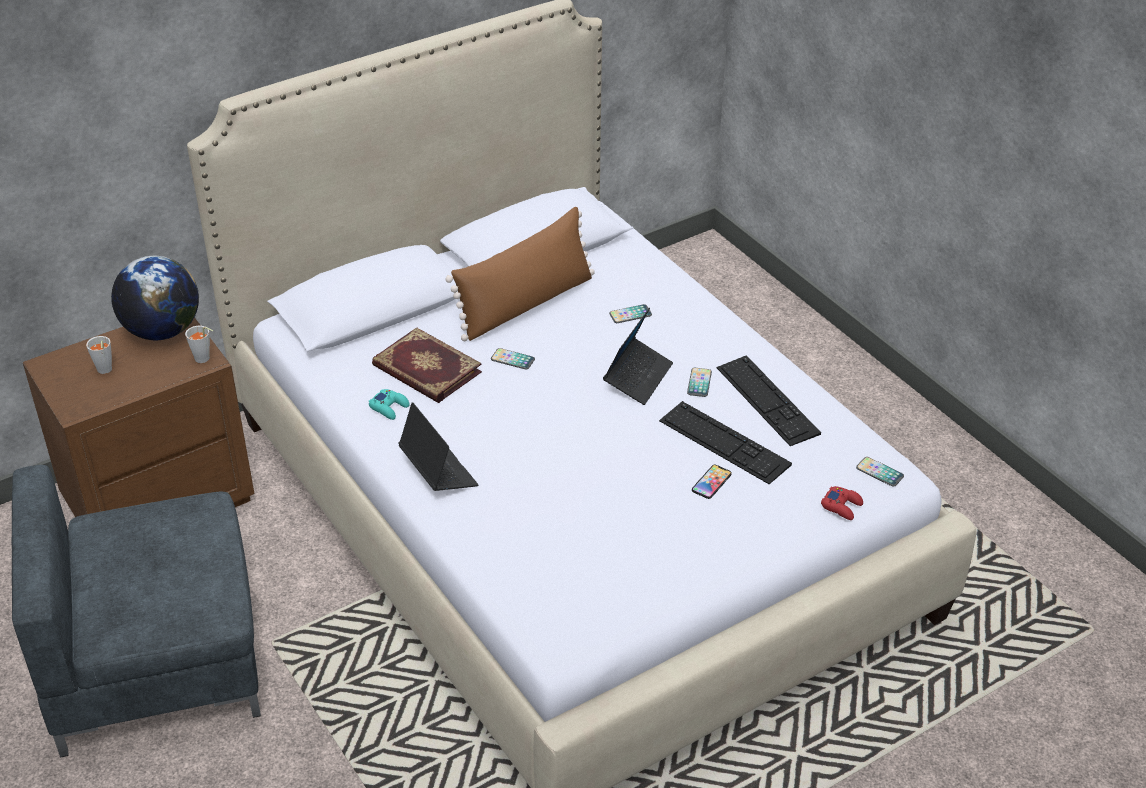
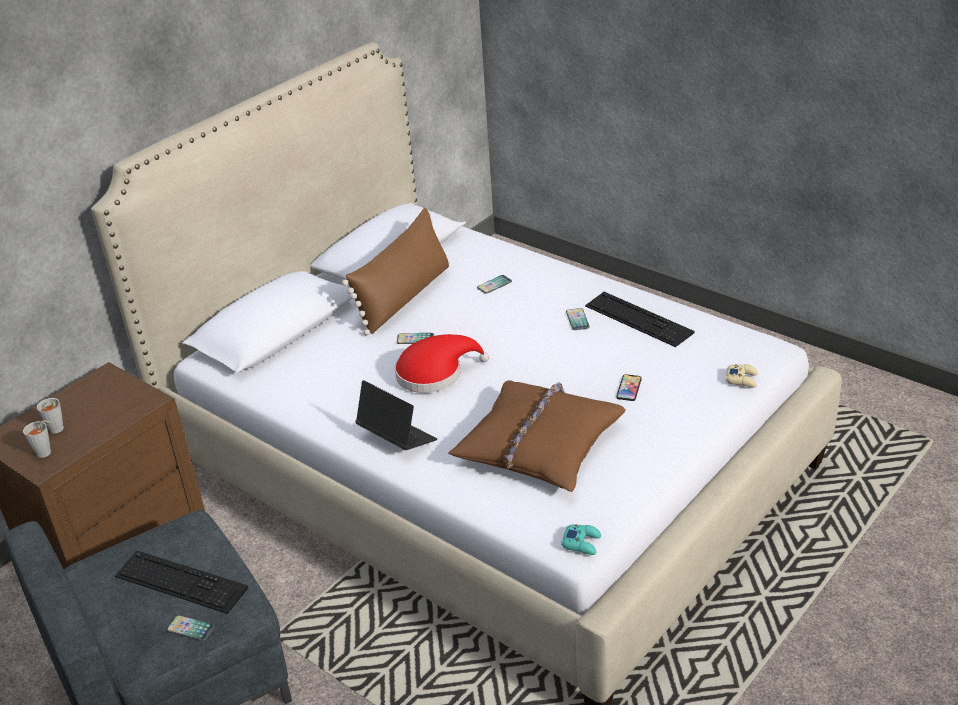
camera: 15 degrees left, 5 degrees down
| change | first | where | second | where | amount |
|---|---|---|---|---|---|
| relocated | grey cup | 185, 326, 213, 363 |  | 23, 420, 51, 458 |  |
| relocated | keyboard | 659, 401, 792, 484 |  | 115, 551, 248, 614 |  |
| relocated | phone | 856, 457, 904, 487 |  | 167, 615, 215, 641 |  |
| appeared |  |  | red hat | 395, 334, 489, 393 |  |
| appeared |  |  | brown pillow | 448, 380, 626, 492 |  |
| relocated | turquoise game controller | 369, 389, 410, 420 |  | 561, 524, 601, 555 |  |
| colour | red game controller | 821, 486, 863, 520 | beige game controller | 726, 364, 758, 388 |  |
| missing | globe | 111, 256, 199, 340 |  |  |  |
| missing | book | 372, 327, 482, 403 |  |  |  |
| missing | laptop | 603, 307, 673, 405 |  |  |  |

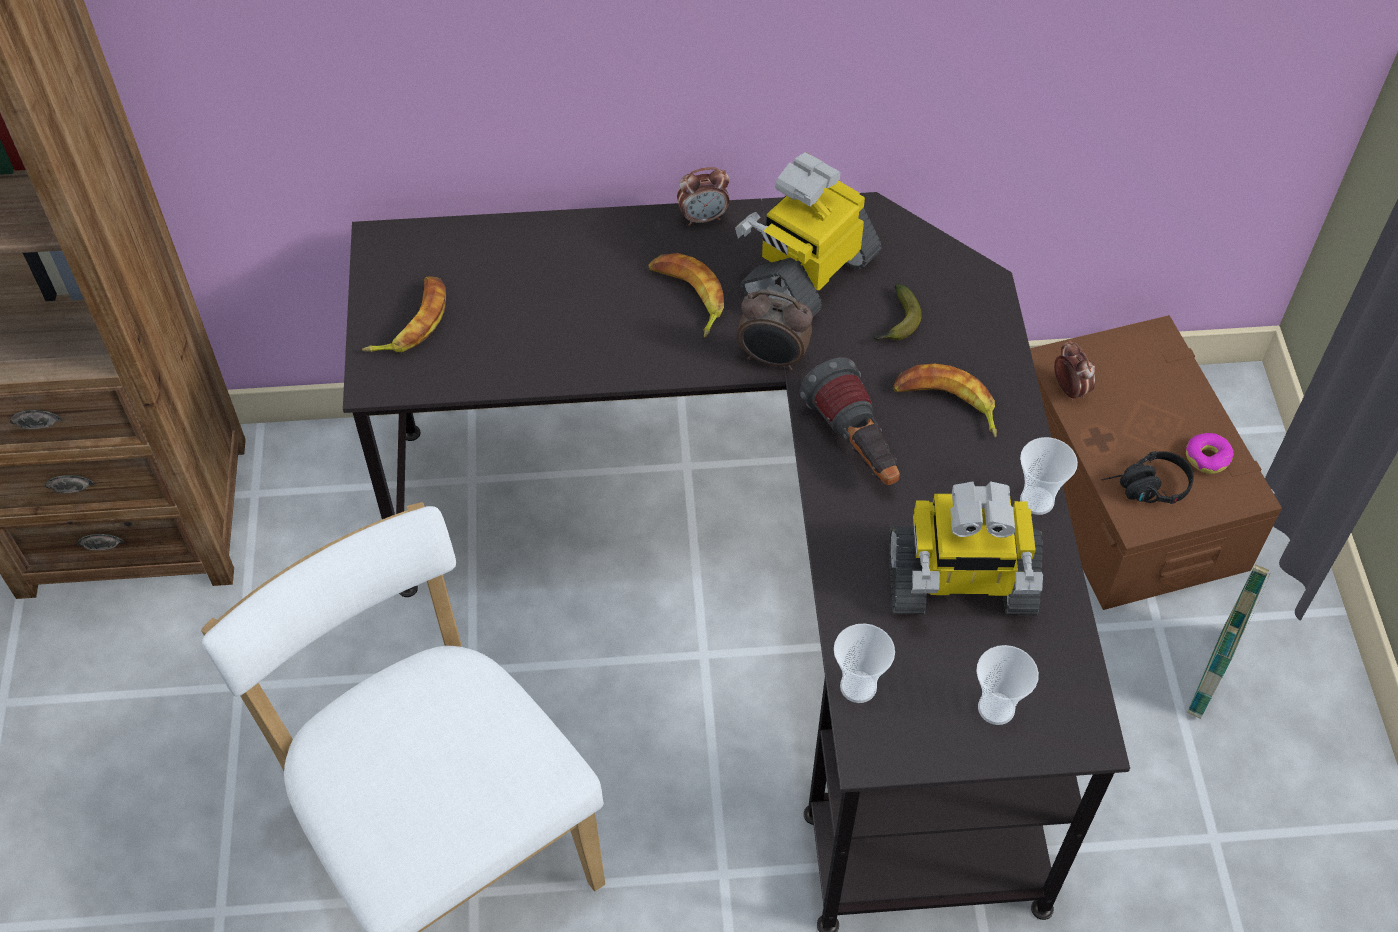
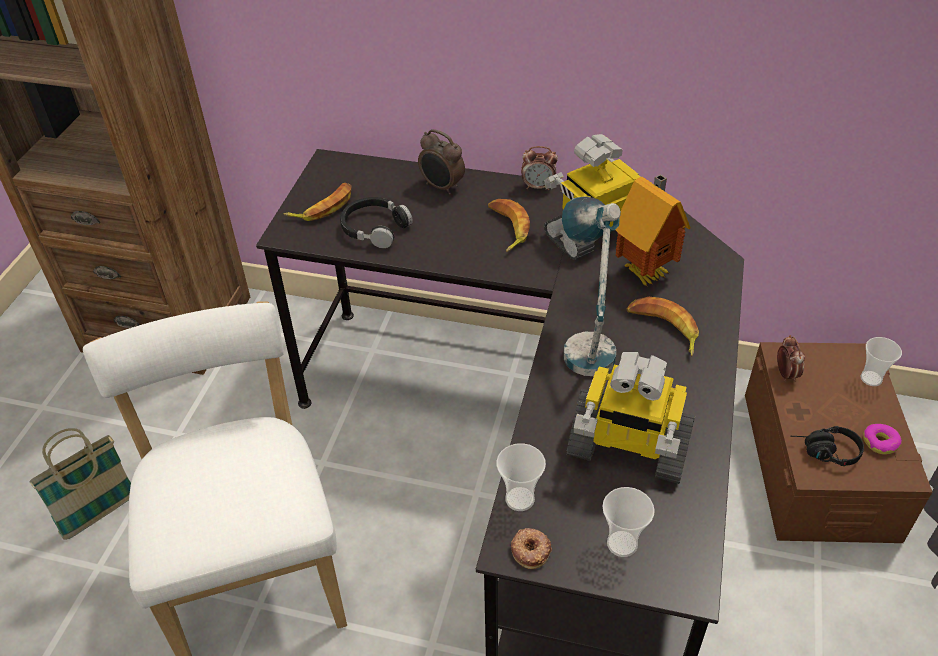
camera: 20 degrees right, 10 degrees down
| change | first | where | second | where | amount |
|---|---|---|---|---|---|
| relocated | basket | 1187, 564, 1271, 719 |  | 29, 428, 131, 540 |  |
| appeared |  |  | black headphones | 340, 197, 413, 248 |  |
| relocated | alarm clock | 737, 289, 813, 371 |  | 418, 129, 465, 195 |  |
| appeared |  |  | donut | 511, 528, 552, 569 |  |
| exchanged | flashlight | 799, 357, 900, 485 | table lamp | 562, 196, 621, 376 |  |
| exchanged | banana | 873, 284, 922, 342 | toy house | 615, 174, 691, 287 |  |
| relocated | cup | 1020, 437, 1078, 515 |  | 861, 337, 902, 386 |  |

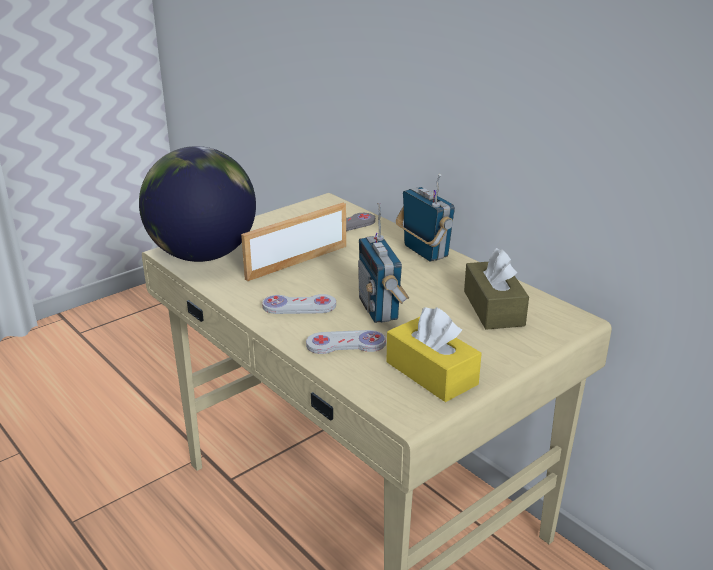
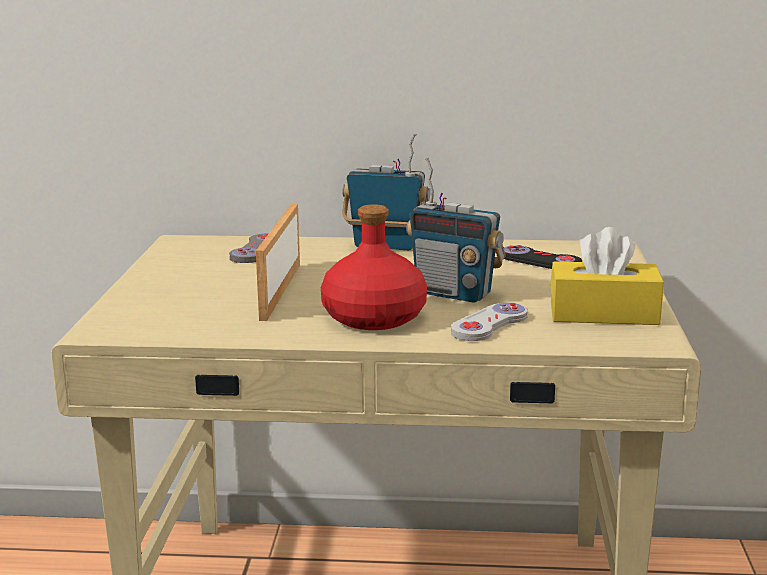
camera: 45 degrees left, 10 degrees down
| change | first | where | second | where | amount |
|---|---|---|---|---|---|
| exchanged | white game controller | 262, 294, 336, 314 | red bottle | 321, 204, 427, 330 |  |
| exchanged | brown tissue box | 464, 248, 529, 330 | black game controller | 504, 245, 582, 269 |  |
| missing | globe | 139, 146, 256, 262 |  |  |  |

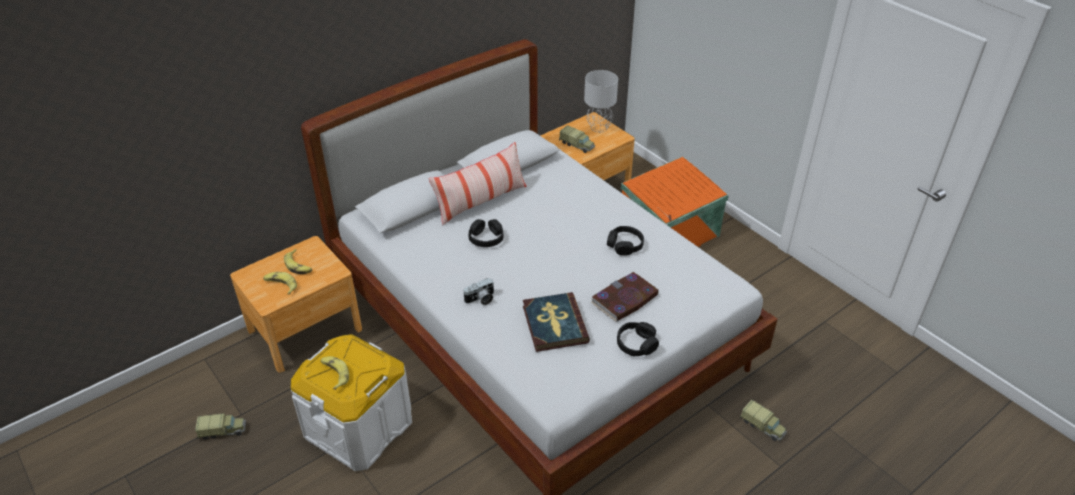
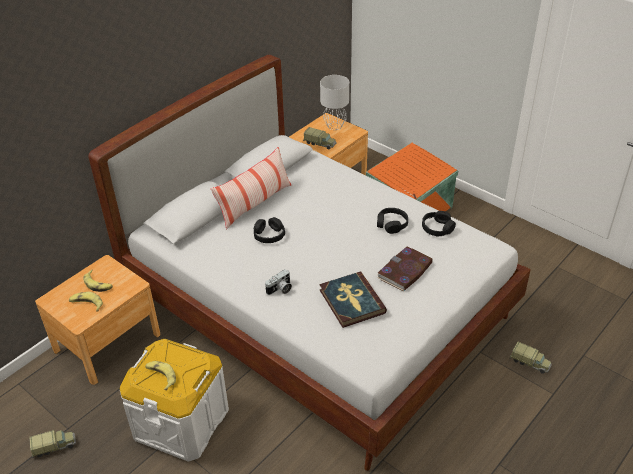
camera: 10 degrees left, 0 degrees up
| change | first | where | second | where | amount |
|---|---|---|---|---|---|
| relocated | black headphones | 617, 322, 659, 356 |  | 422, 211, 456, 237 |  |

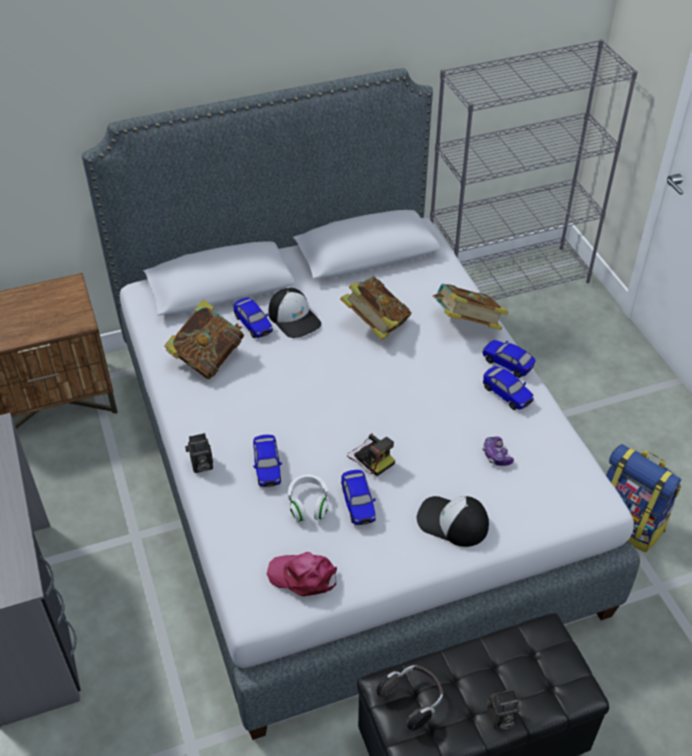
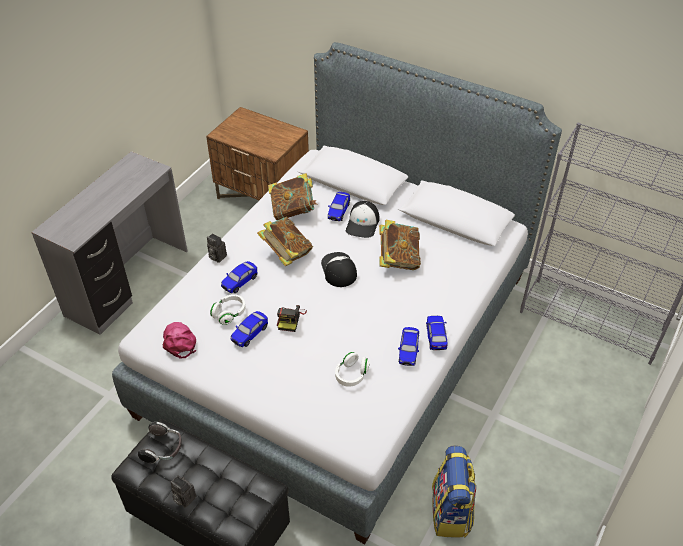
camera: 50 degrees right, 0 degrees up
| change | first | where | second | where | amount |
|---|---|---|---|---|---|
| relocated | book | 433, 284, 508, 330 |  | 257, 217, 313, 266 |  |
| relocated | cap | 417, 496, 489, 547 |  | 321, 252, 357, 287 |  |
| exchanged | game controller | 483, 436, 514, 466 | white headphones | 335, 352, 370, 387 |  |

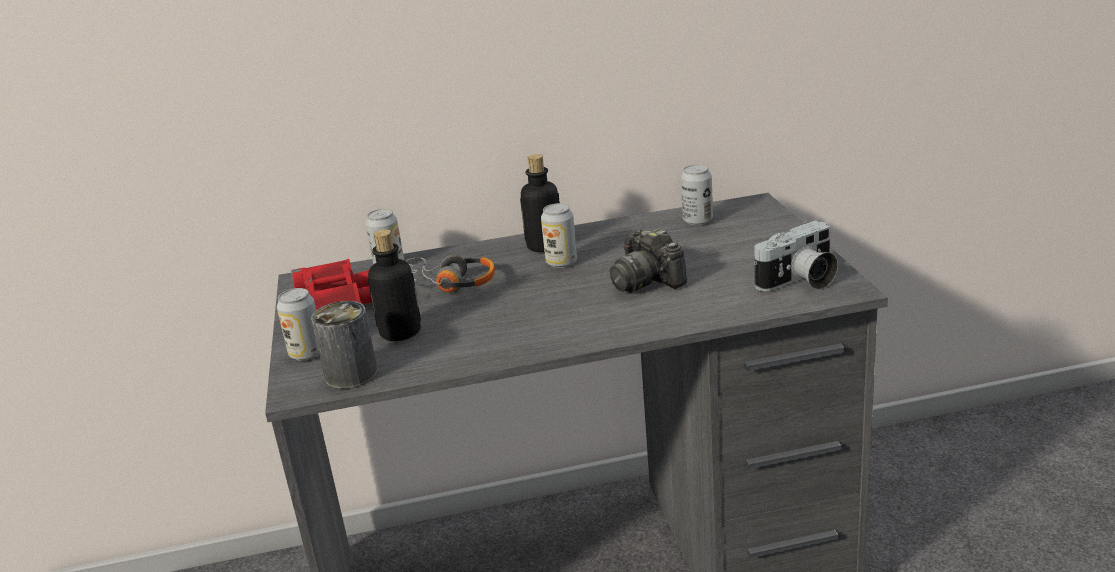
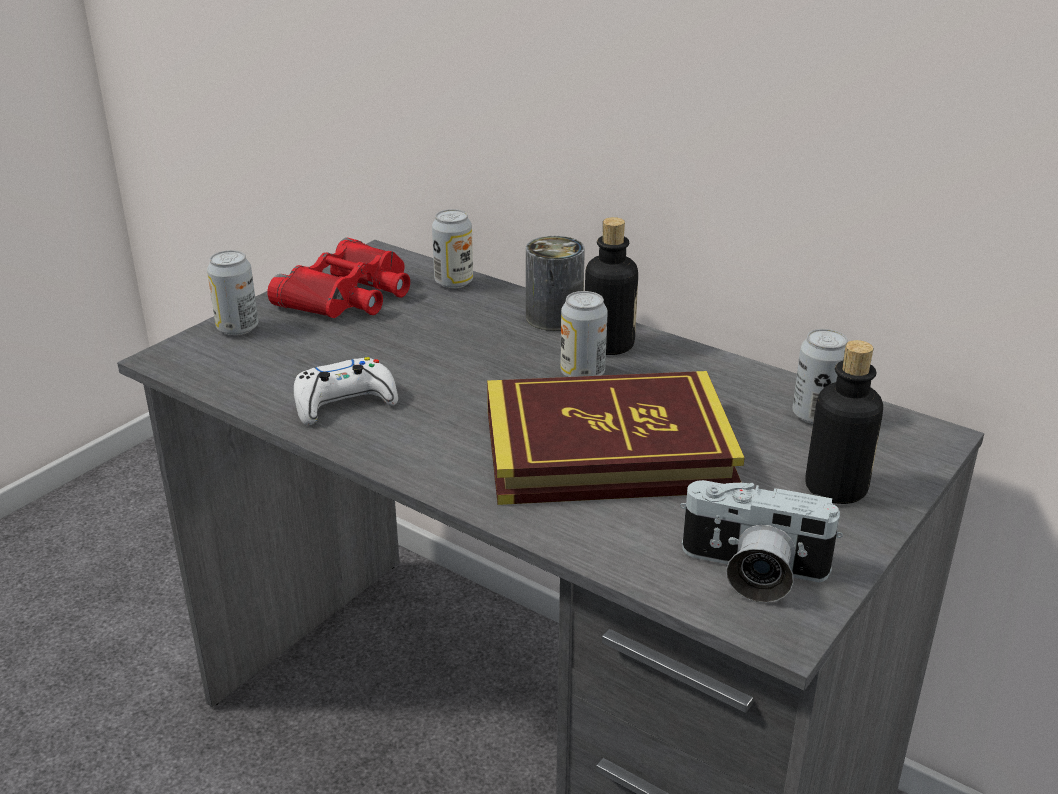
camera: 45 degrees right, 5 degrees up
| change | first | where | second | where | amount |
|---|---|---|---|---|---|
| appeared |  |  | white game controller | 294, 357, 398, 425 |  |
| exchanged | photo camera | 609, 228, 687, 293 | book | 487, 371, 745, 505 |  |
| relocated | can | 311, 301, 377, 389 |  | 526, 236, 585, 331 |  |
| relocated | bottle | 368, 229, 421, 341 |  | 805, 340, 883, 504 |  |
| missing | headphones | 406, 255, 495, 292 |  |  |  |

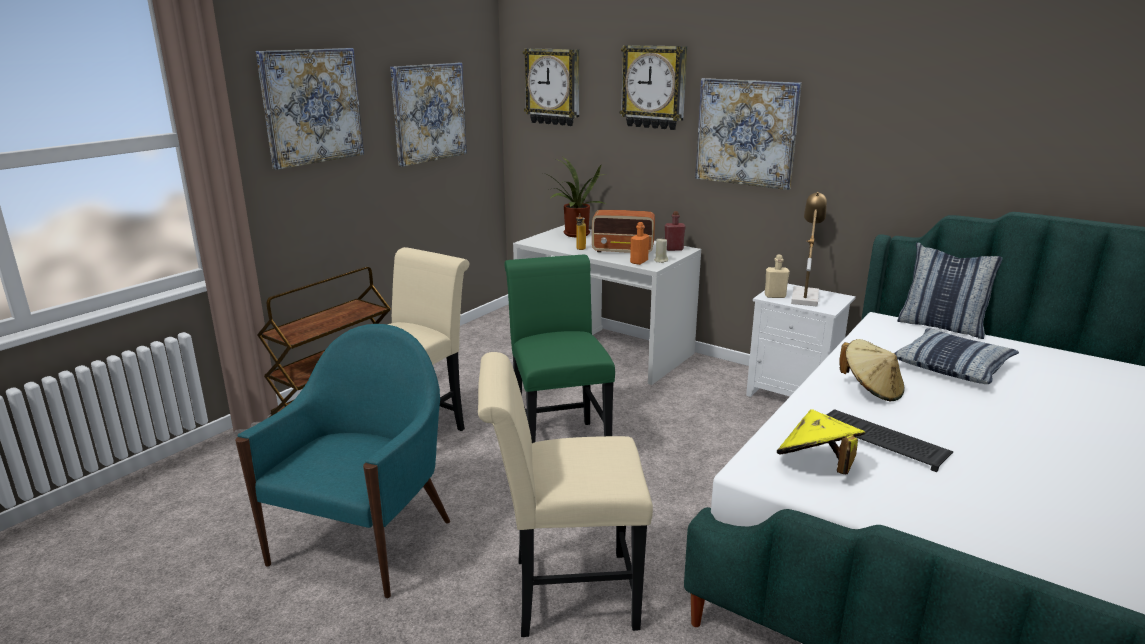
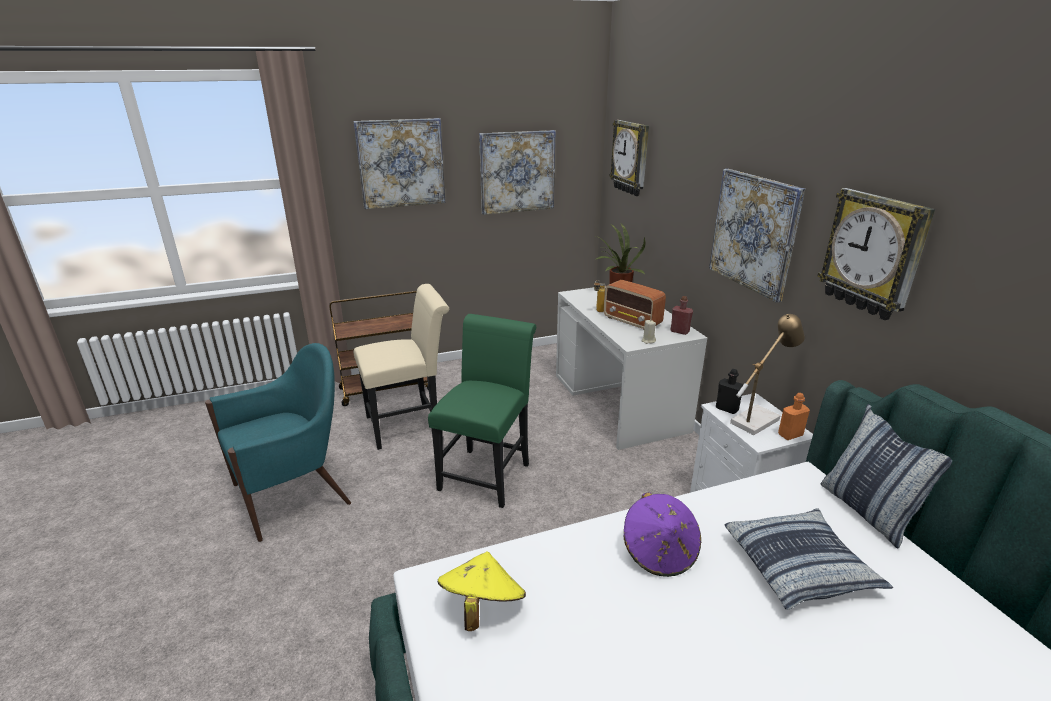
camera: 35 degrees right, 5 degrees up
| change | first | where | second | where | amount |
|---|---|---|---|---|---|
| colour | beige hat | 839, 339, 904, 401 | purple hat | 624, 492, 701, 577 |  |
| colour | beige bottle | 764, 255, 790, 298 | black bottle | 716, 369, 743, 414 |  |
| relocated | orange bottle | 630, 222, 649, 265 |  | 778, 393, 810, 440 |  |
| relocated | wall clock | 620, 45, 687, 130 |  | 818, 188, 935, 320 |  |
| missing | beige chair | 478, 352, 653, 637 |  |  |  |
| missing | keyboard | 826, 409, 953, 472 |  |  |  |

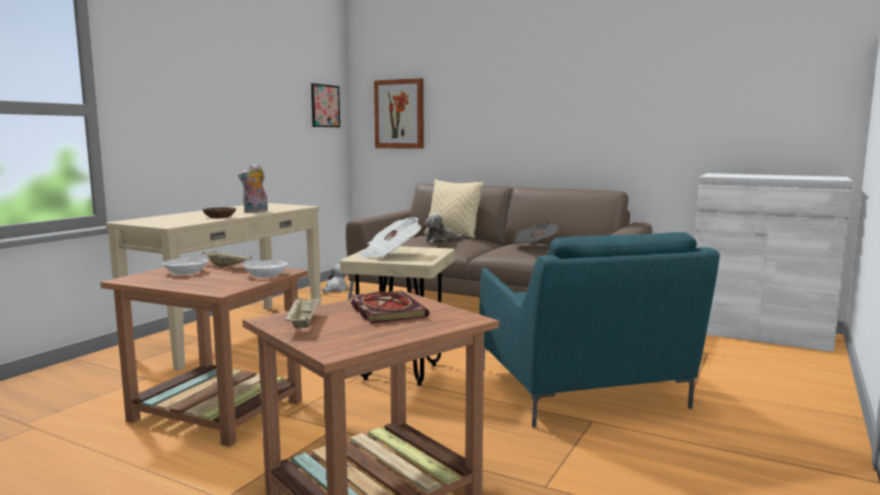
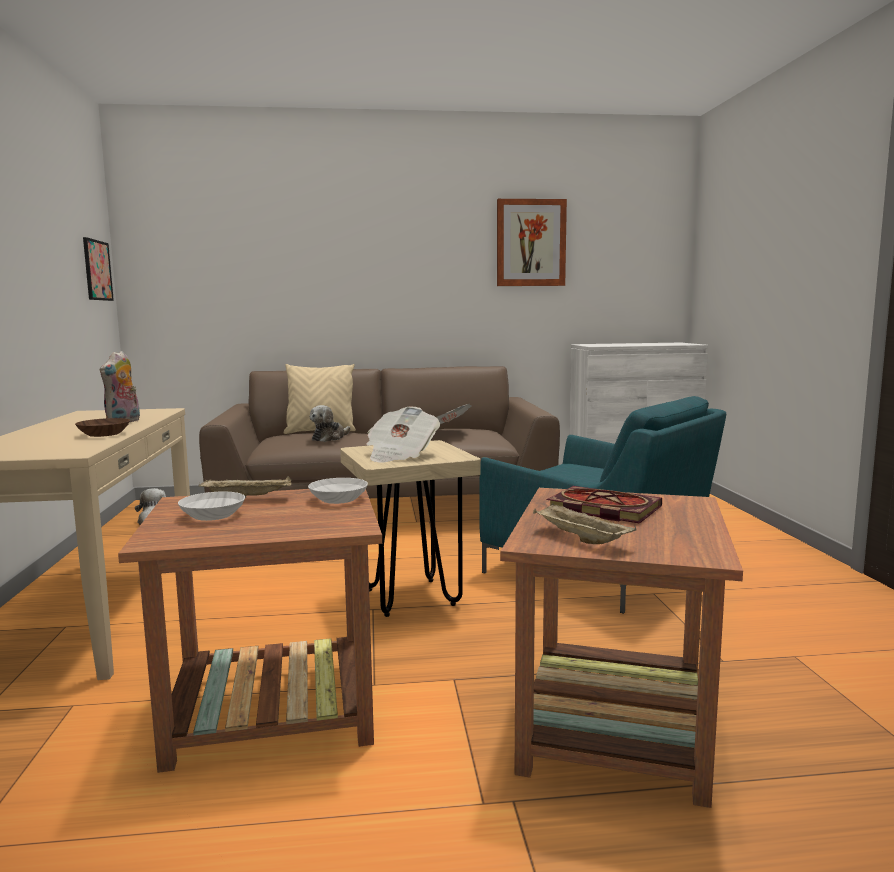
camera: 35 degrees left, 0 degrees up
| change | first | where | second | where | amount |
|---|---|---|---|---|---|
| relocated | picture | 374, 78, 424, 149 |  | 497, 199, 567, 286 |  |

